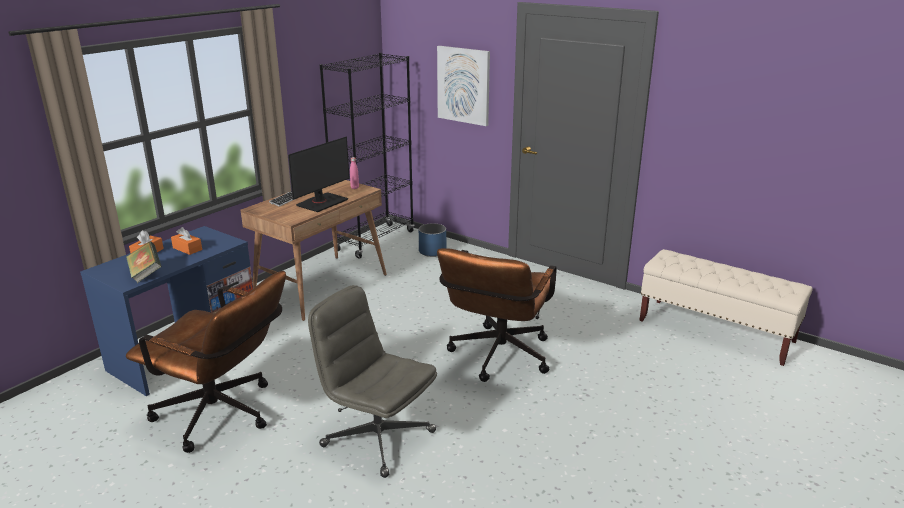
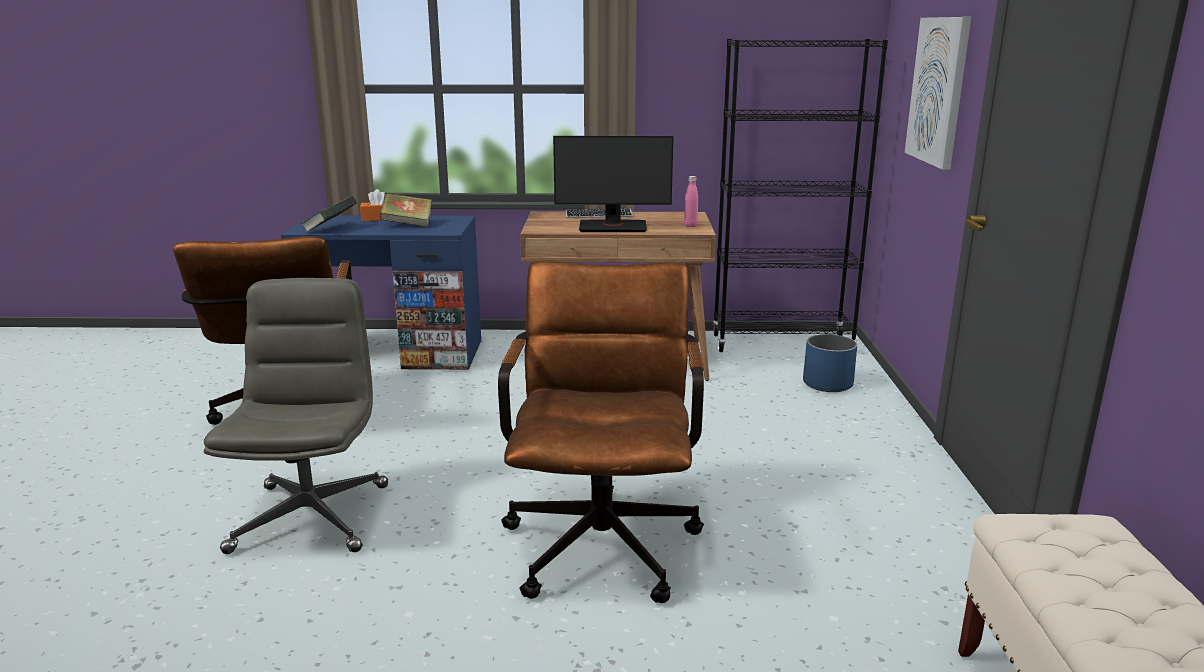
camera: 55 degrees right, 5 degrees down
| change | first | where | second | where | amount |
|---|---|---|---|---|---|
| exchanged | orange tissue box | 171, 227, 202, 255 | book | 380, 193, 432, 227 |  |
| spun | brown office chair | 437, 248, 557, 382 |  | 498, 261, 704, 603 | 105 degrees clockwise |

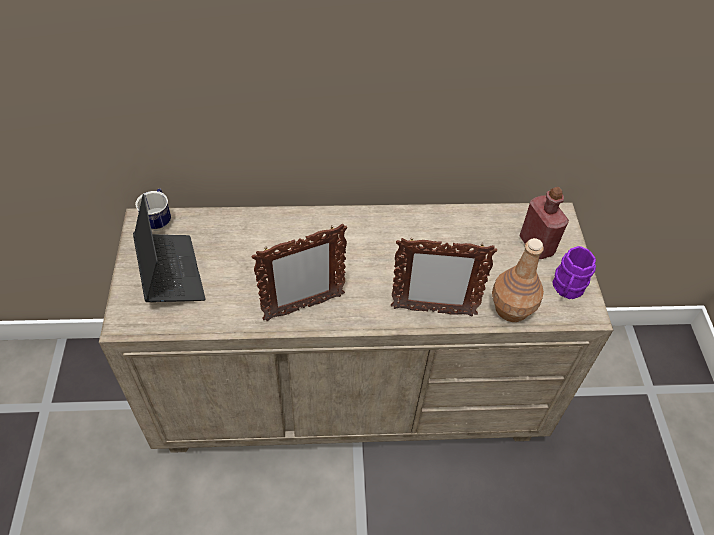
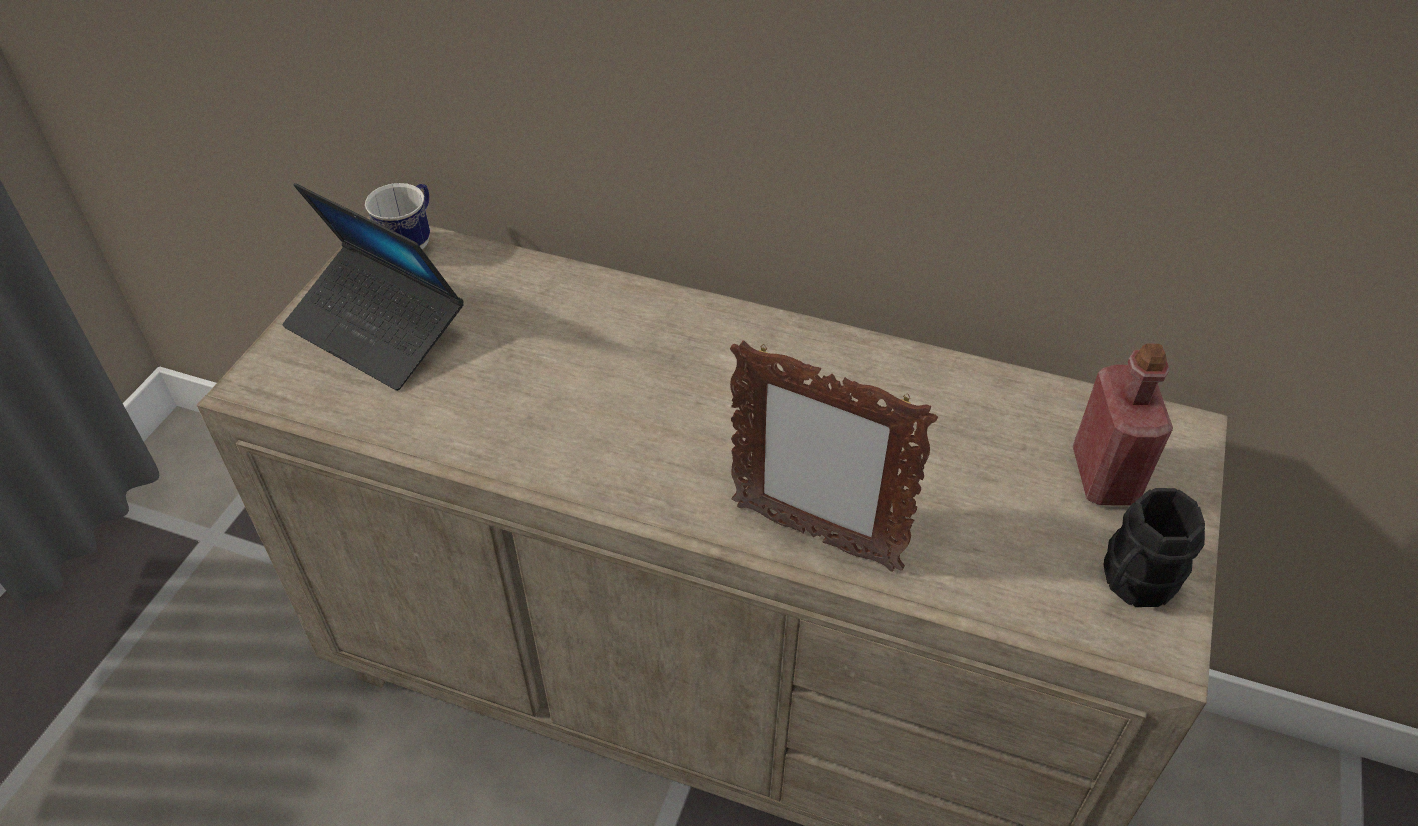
camera: 25 degrees right, 5 degrees down
| change | first | where | second | where | amount |
|---|---|---|---|---|---|
| spun | laptop | 133, 194, 205, 302 |  | 283, 183, 464, 391 | 120 degrees clockwise |
| colour | purple mug | 552, 246, 596, 299 | black mug | 1104, 488, 1205, 607 |  |
| missing | picture frame | 251, 224, 347, 321 |  |  |  |
| missing | brown bottle | 492, 238, 544, 322 |  |  |  |

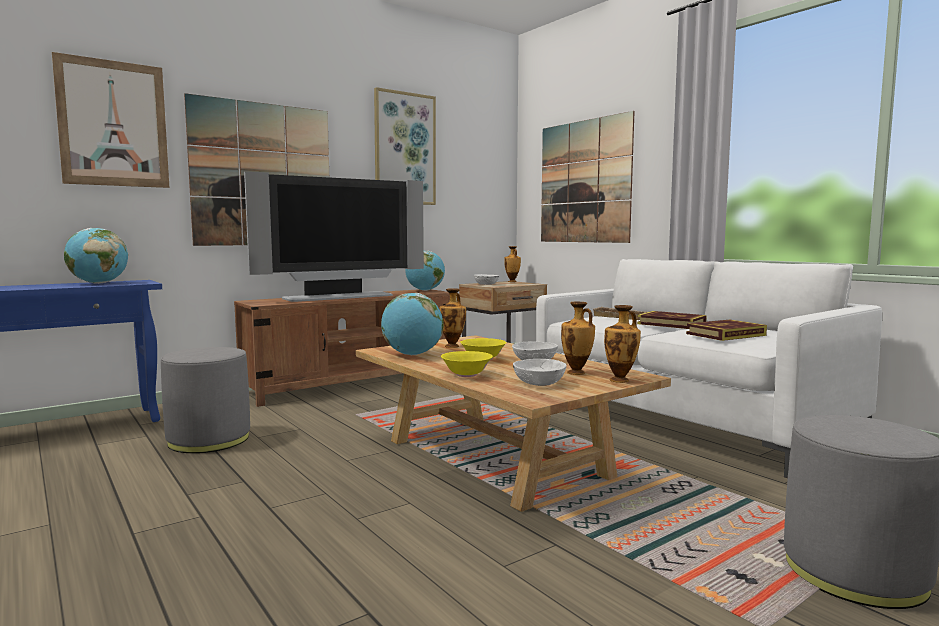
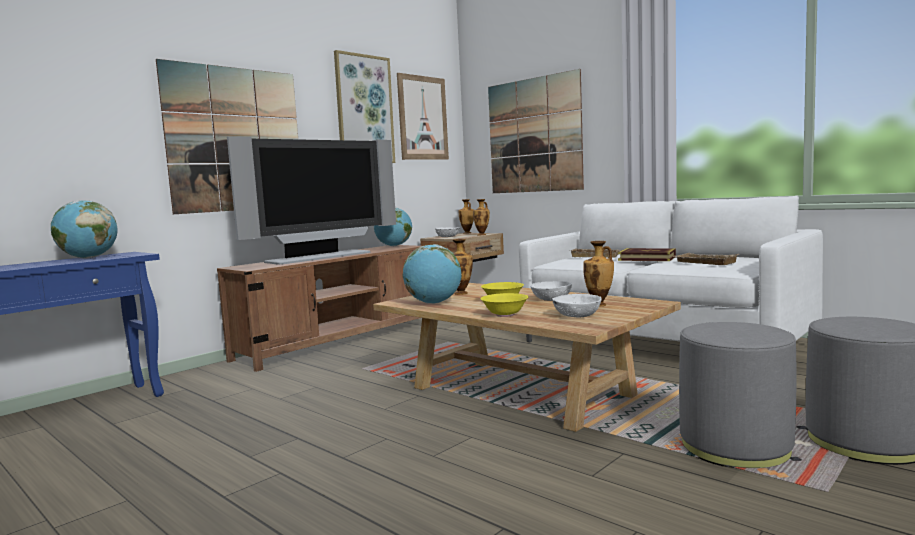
camera: 10 degrees left, 0 degrees up
| change | first | where | second | where | amount |
|---|---|---|---|---|---|
| relocated | picture | 52, 52, 169, 188 |  | 397, 73, 449, 160 |  |
| relocated | vase | 604, 305, 641, 383 |  | 473, 199, 490, 235 |  |
| exchanged | book | 686, 320, 767, 341 | beige tray | 673, 253, 739, 265 |  |
| relocated | grey ottoman | 161, 347, 250, 453 |  | 679, 322, 796, 468 |  |

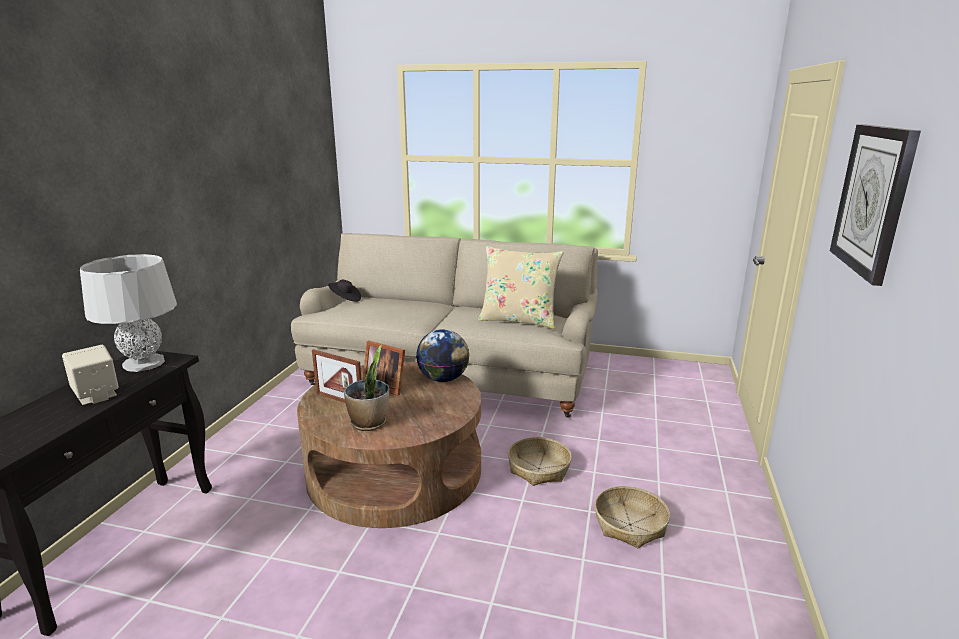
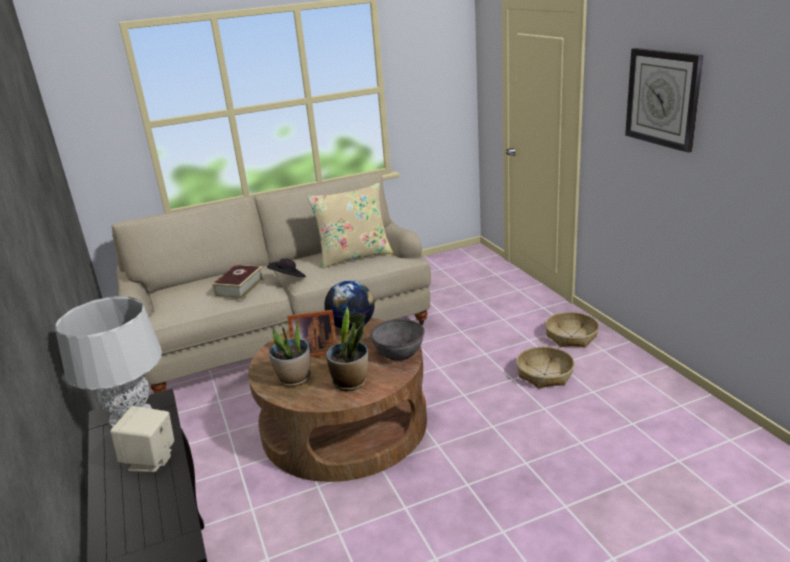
camera: 35 degrees left, 5 degrees up
| change | first | where | second | where | amount |
|---|---|---|---|---|---|
| appeared |  |  | book | 212, 265, 264, 299 |  |
| relocated | black hat | 328, 279, 361, 302 |  | 267, 258, 306, 277 |  |
| exchanged | picture frame | 312, 349, 362, 403 | potted plant | 269, 316, 311, 386 |  |
| appeared |  |  | grey bowl | 370, 319, 425, 361 |  |
| relocated | basket | 508, 437, 572, 486 |  | 545, 312, 599, 348 |  |

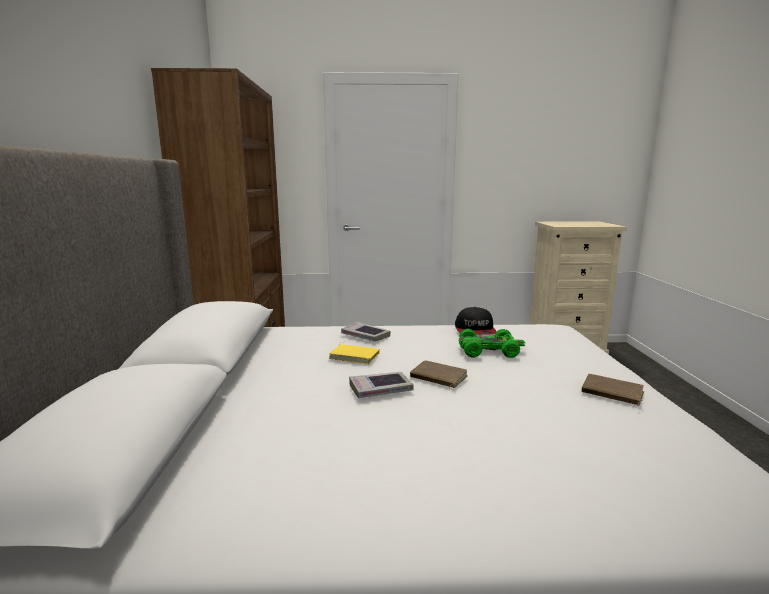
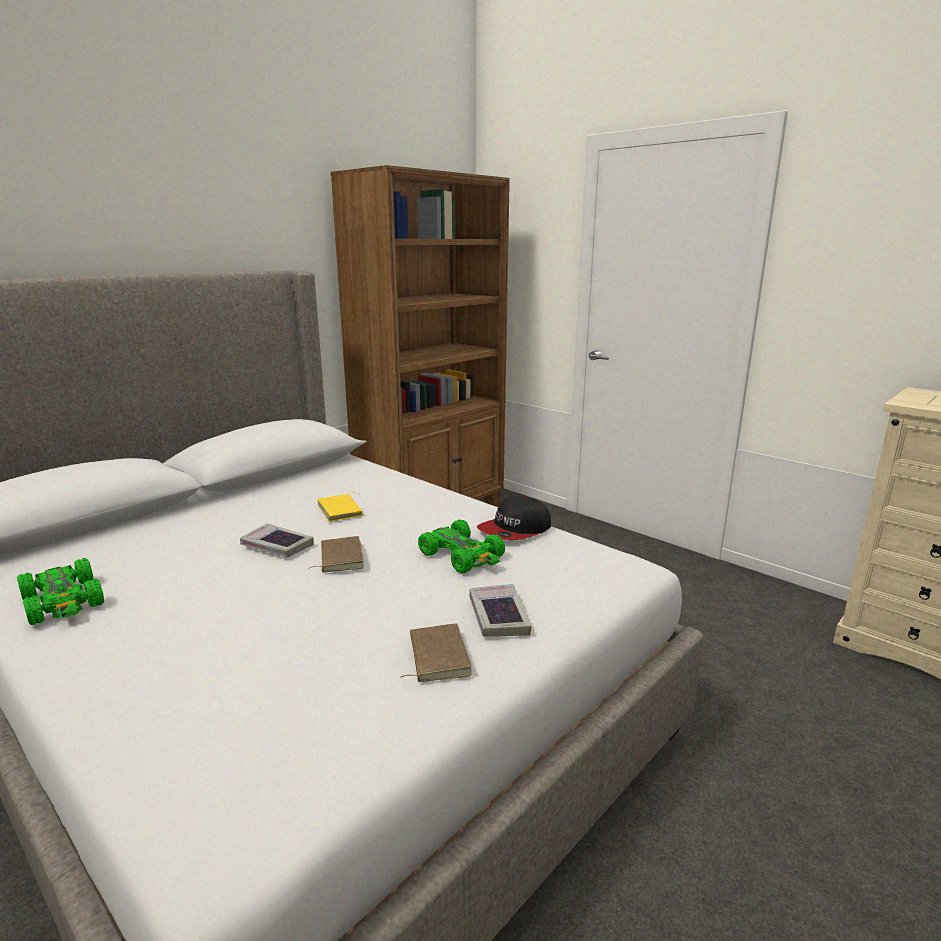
camera: 45 degrees right, 5 degrees up
| change | first | where | second | where | amount |
|---|---|---|---|---|---|
| appeared |  |  | green toy car | 17, 558, 104, 625 |  |
| relocated | book | 341, 322, 390, 342 |  | 469, 584, 531, 637 |  |

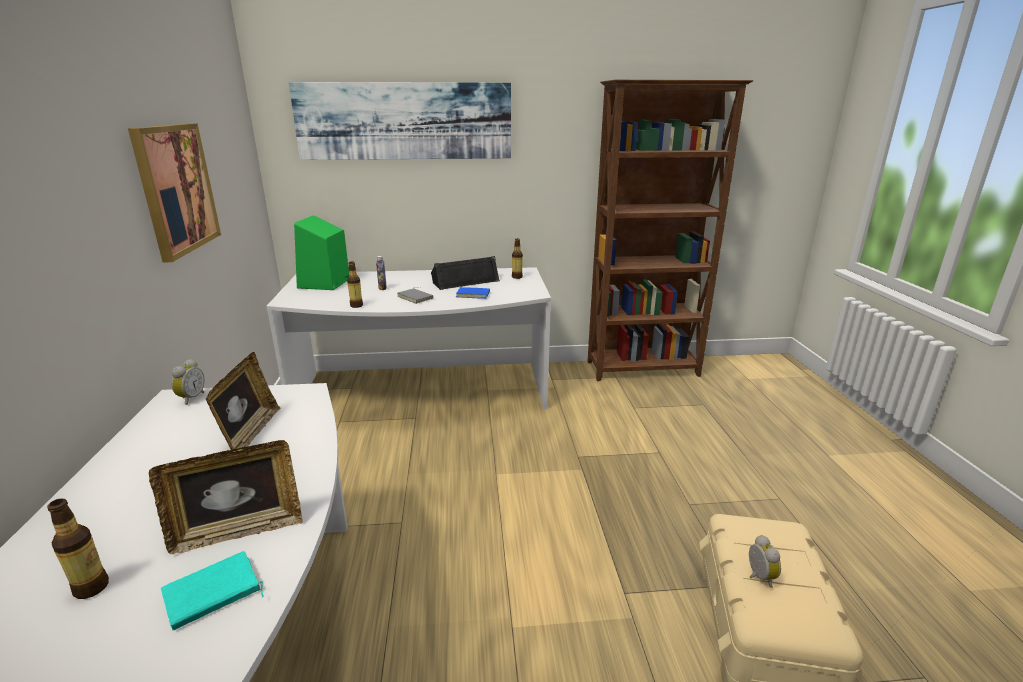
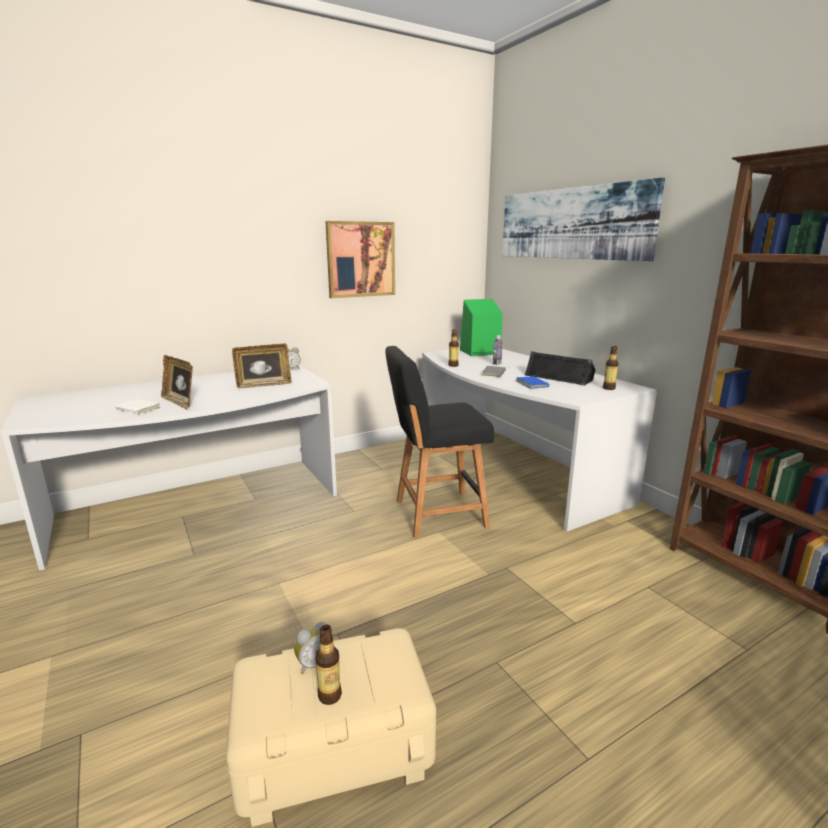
camera: 65 degrees right, 5 degrees down
| change | first | where | second | where | amount |
|---|---|---|---|---|---|
| colour | turquoise book | 161, 551, 264, 630 | white book | 115, 399, 160, 414 |  |
| relocated | bottle | 47, 499, 109, 599 |  | 315, 625, 342, 705 |  |
| appeared |  |  | black stool | 385, 346, 494, 539 |  |

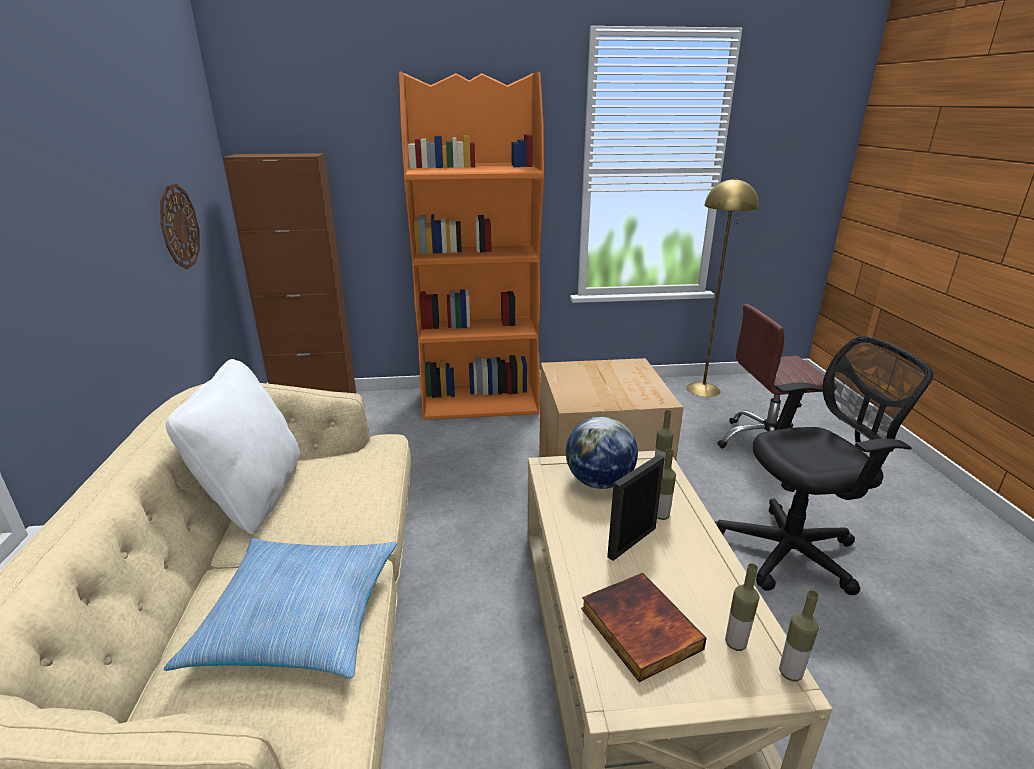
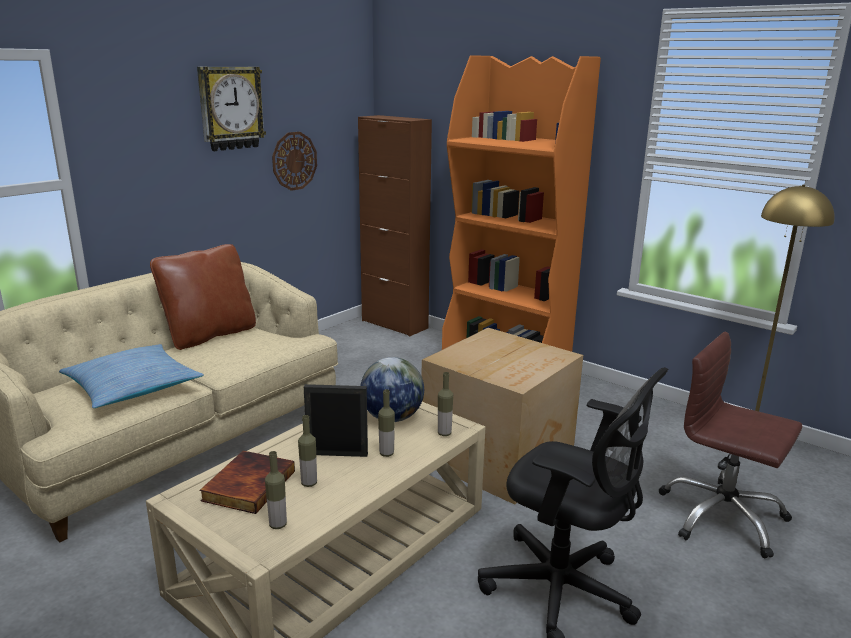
camera: 45 degrees right, 5 degrees down
| change | first | where | second | where | amount |
|---|---|---|---|---|---|
| colour | white pillow | 166, 359, 300, 535 | brown pillow | 150, 244, 256, 350 |  |
| appeared |  |  | wall clock | 197, 67, 266, 151 |  |
| relocated | bottle | 779, 590, 819, 682 |  | 298, 415, 317, 487 |  |

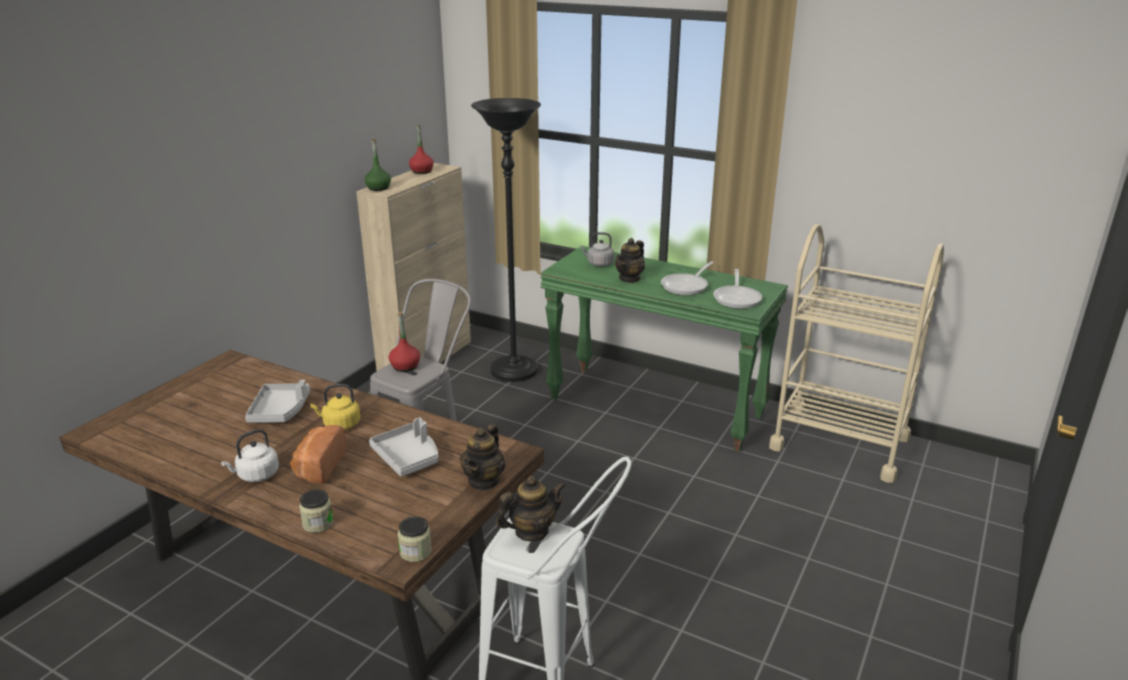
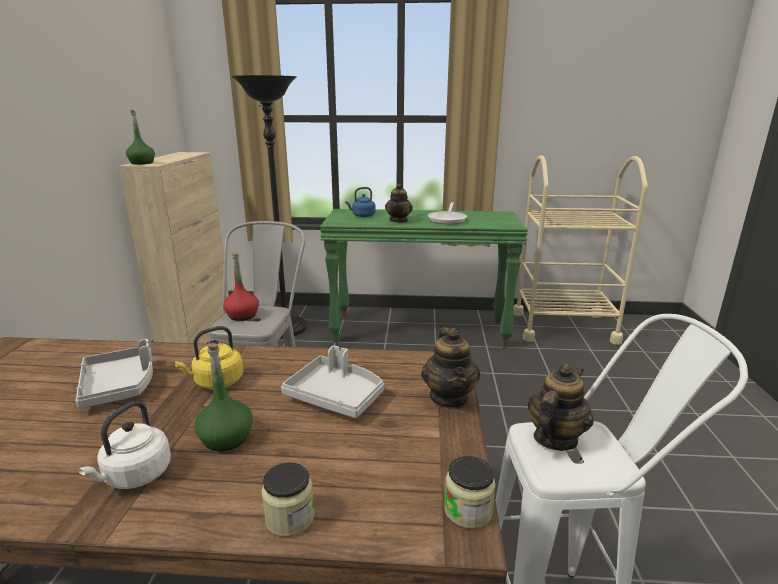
camera: 25 degrees left, 5 degrees down
| change | first | where | second | where | amount |
|---|---|---|---|---|---|
| exchanged | bread | 290, 425, 346, 484 | green bottle | 194, 343, 253, 452 |  |
| colour | grey kettle | 580, 232, 614, 267 | blue kettle | 345, 187, 376, 217 |  |
| missing | red bottle | 409, 125, 434, 174 |  |  |  |
| missing | frying pan | 713, 269, 762, 309 |  |  |  |

